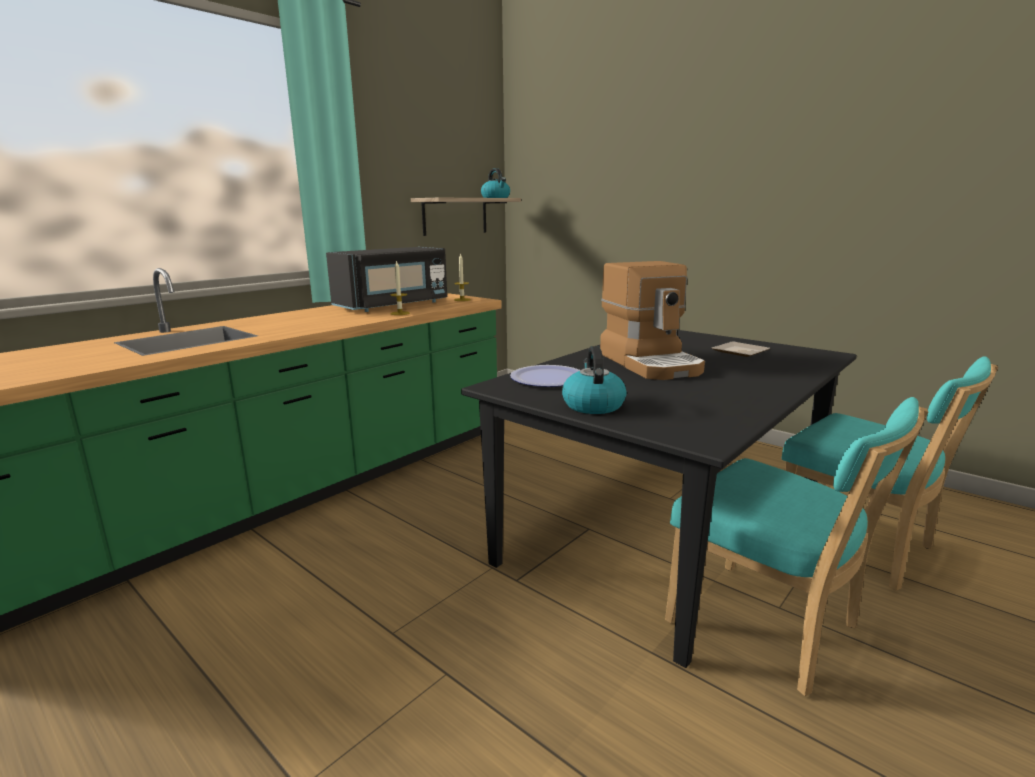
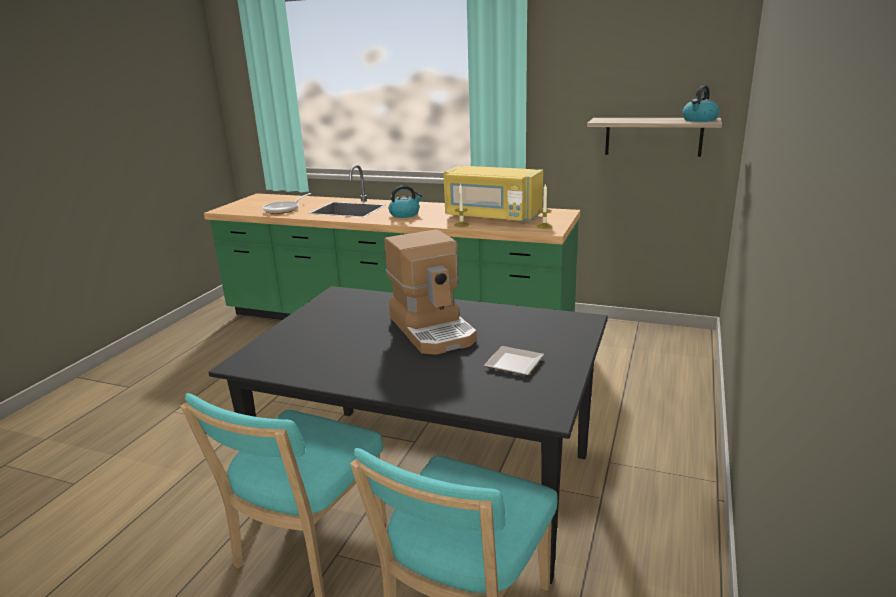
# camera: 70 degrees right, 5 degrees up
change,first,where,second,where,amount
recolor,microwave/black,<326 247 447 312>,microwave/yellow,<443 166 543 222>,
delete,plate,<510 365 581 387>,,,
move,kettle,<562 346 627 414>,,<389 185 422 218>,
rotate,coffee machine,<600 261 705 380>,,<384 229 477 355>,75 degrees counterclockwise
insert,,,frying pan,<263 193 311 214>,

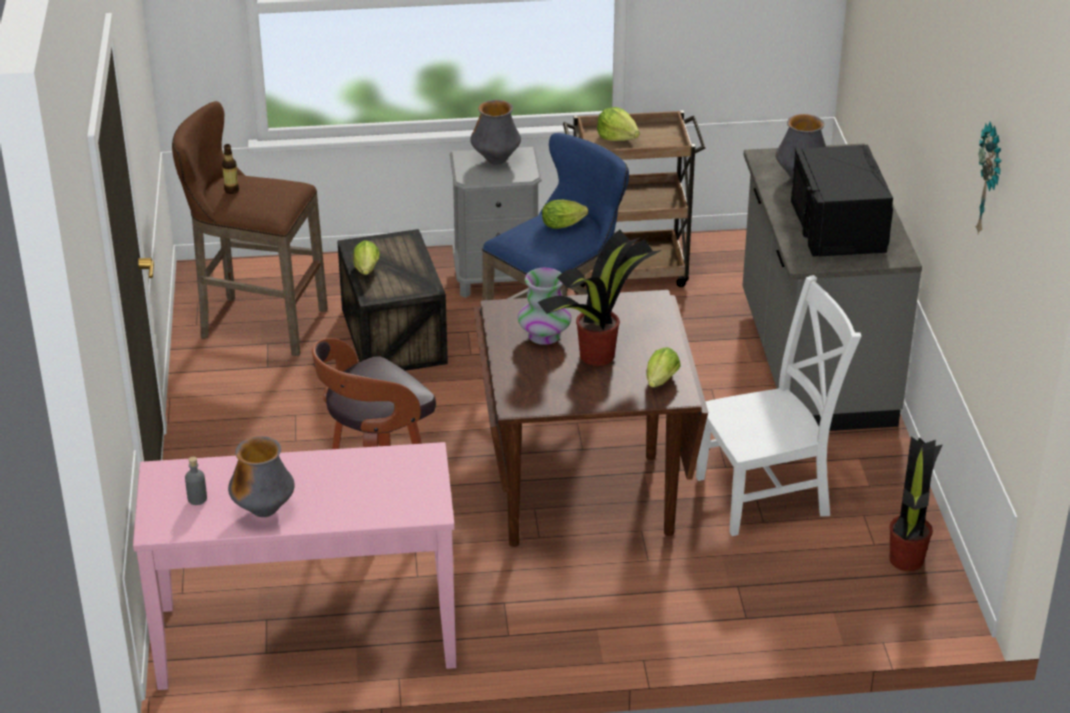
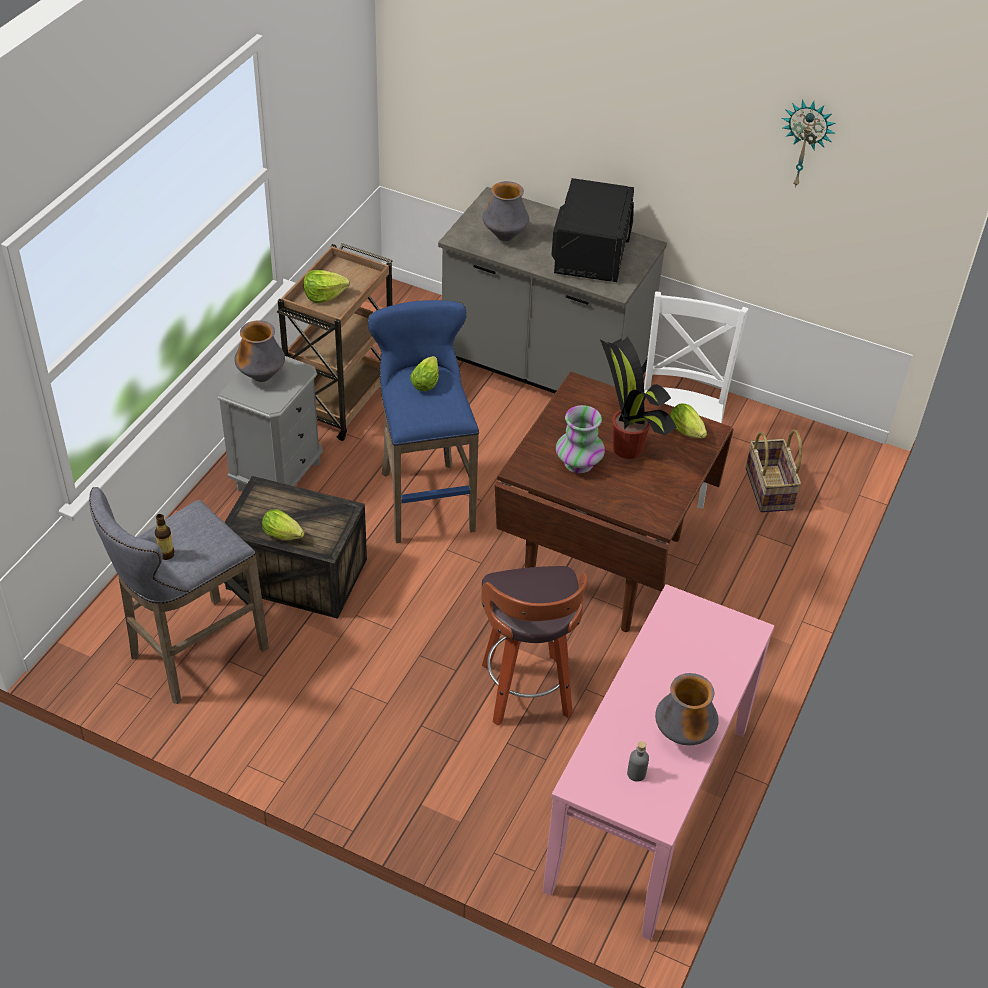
# camera: 60 degrees left, 10 degrees up
change,first,where,second,where,amount
recolor,stool/brown,<172 101 328 356>,stool/grey,<89 487 269 704>,
rotate,microwave/black,<791 145 893 257>,,<551 178 634 282>,105 degrees counterclockwise
delete,potted plant,<889 437 942 571>,,,
insert,,,basket,<746 430 802 512>,

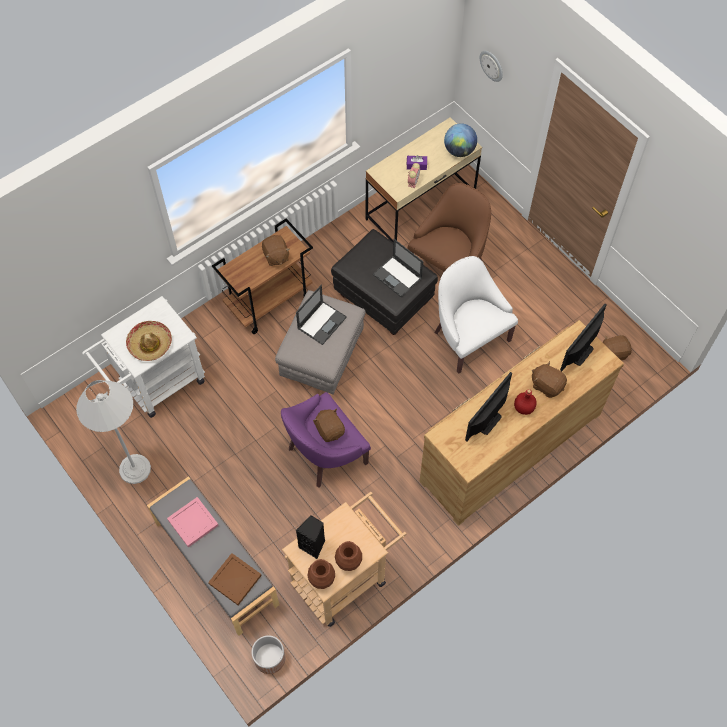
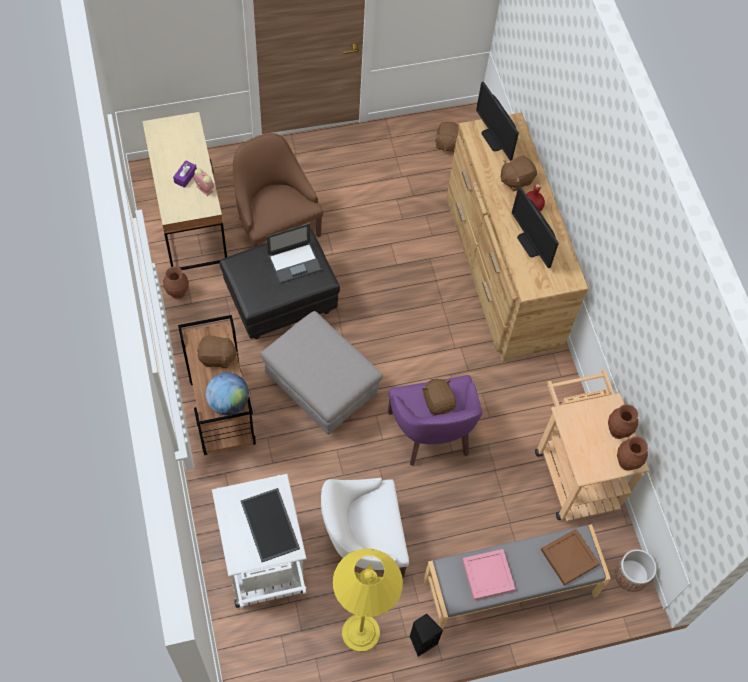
# camera: 70 degrees left, 0 degrees up
change,first,where,second,where,amount
recolor,floor lamp/white,<76 380 151 484>,floor lamp/yellow,<333 548 403 652>,
replace,hat,<126 321 172 361>,tray,<241 488 300 562>,
delete,laptop,<296 285 347 345>,,,
move,speaker/black,<296 515 325 559>,,<409 614 443 657>,
rotate,plush toy/brown,<313 408 345 442>,,<422 379 456 415>,75 degrees clockwise
move,armchair/white,<434 256 518 374>,,<321 478 409 578>,
move,globe,<444 123 477 157>,,<206 373 249 416>,
delete,wall clock,<480 51 503 82>,,,
insert,,,vase/brown,<163 267 189 299>,

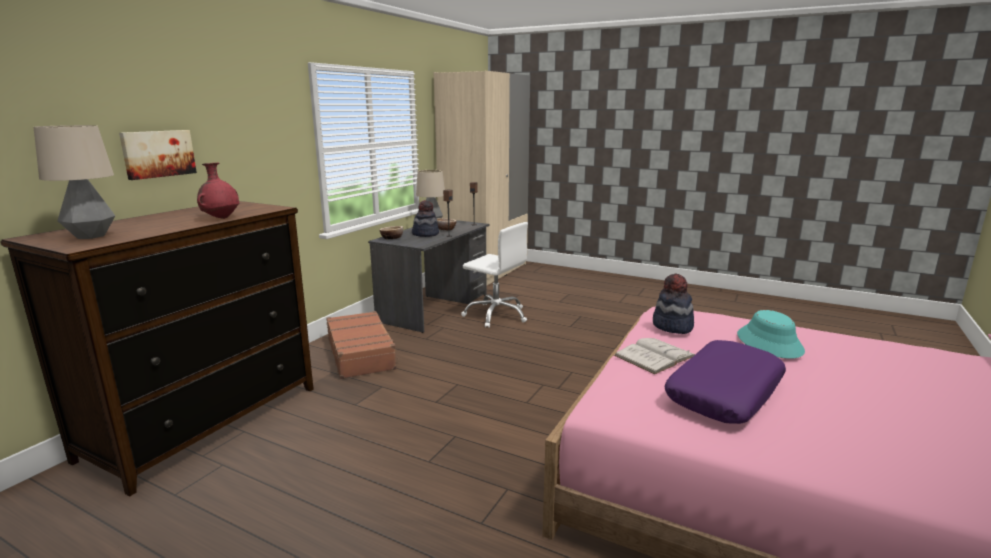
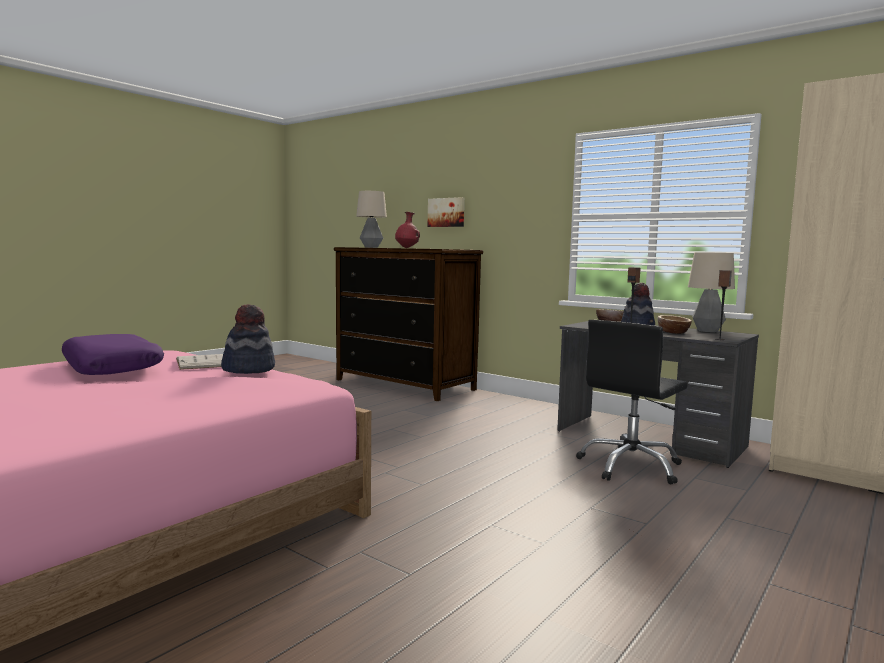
# camera: 100 degrees right, 10 degrees down
change,first,where,second,where,amount
delete,suitcase/brown,<326 311 398 379>,,,
recolor,office chair/white,<461 222 528 328>,office chair/black,<576 320 688 485>,
delete,hat/turquoise,<737 310 805 359>,,,

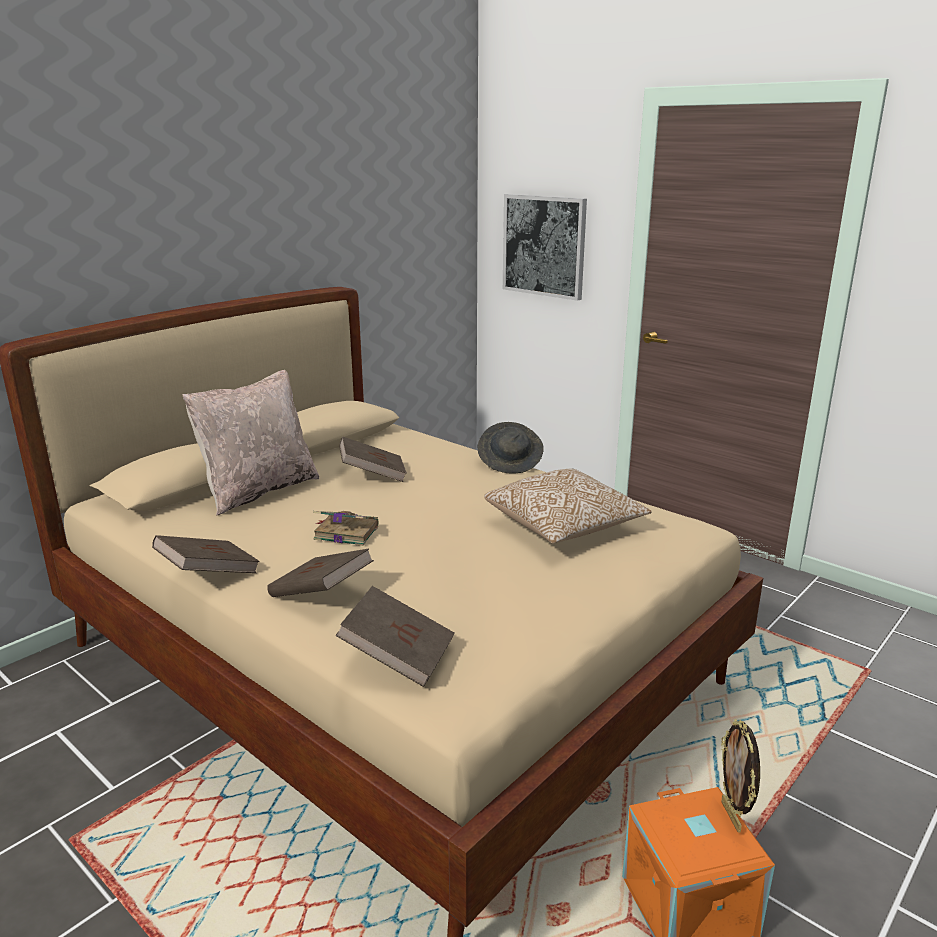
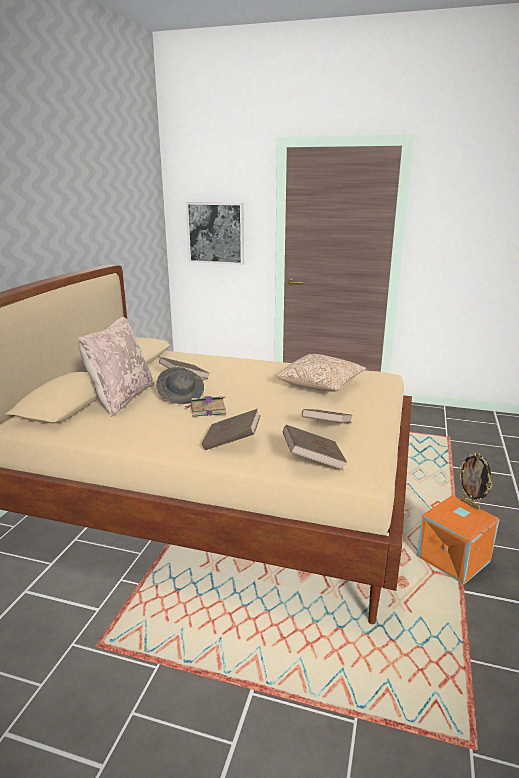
# camera: 25 degrees left, 0 degrees up
change,first,where,second,where,amount
move,book/brown,<152 535 260 573>,,<302 409 352 423>,
move,hat/grey,<478 422 544 473>,,<156 367 204 404>,

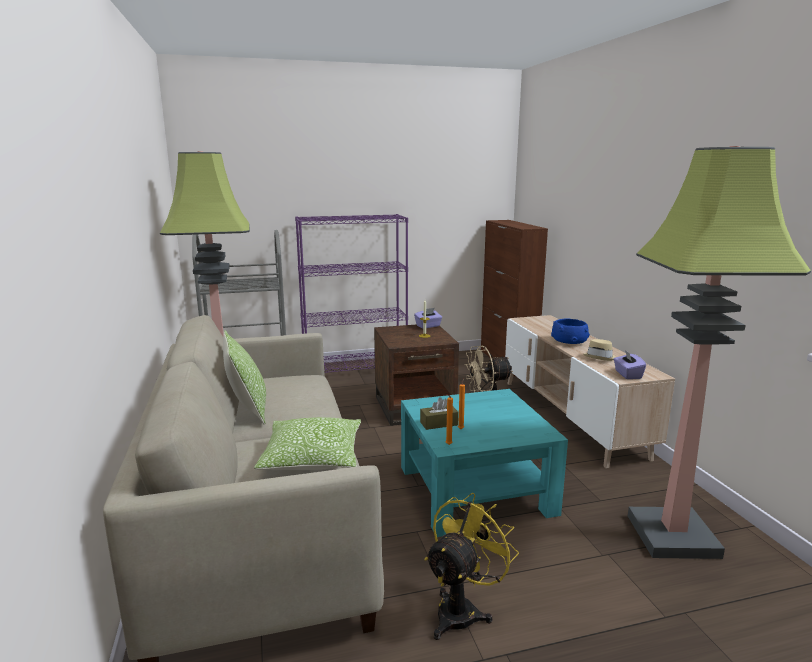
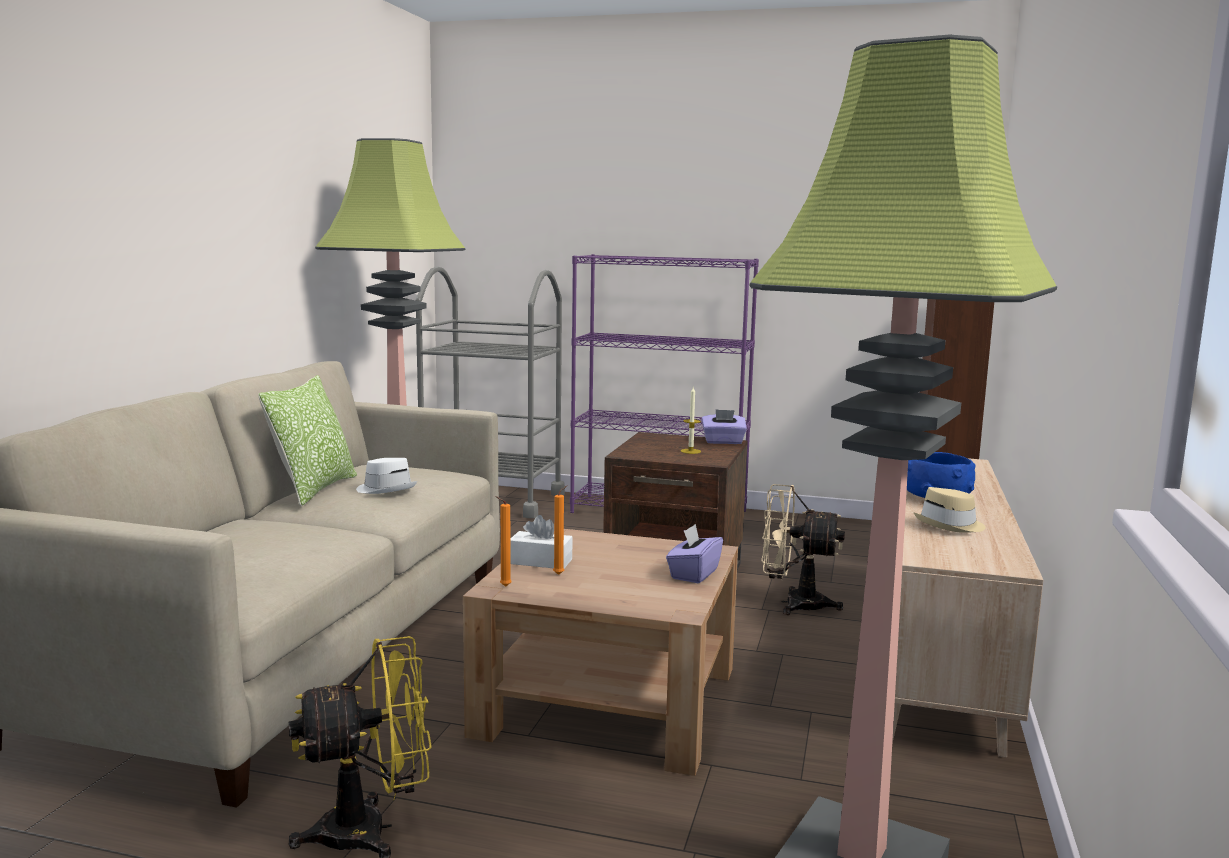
# camera: 30 degrees right, 5 degrees down
change,first,where,second,where,amount
delete,pillow,<254 417 361 470>,,,
recolor,coffee table/turquoise,<401 389 568 537>,coffee table/brown,<463 529 738 776>,
recolor,tissue box/brown,<420 397 458 430>,tissue box/white,<510 515 572 568>,
move,tissue box/purple,<614 350 646 379>,,<666 524 723 583>,
insert,,,hat/white,<356 458 417 494>,

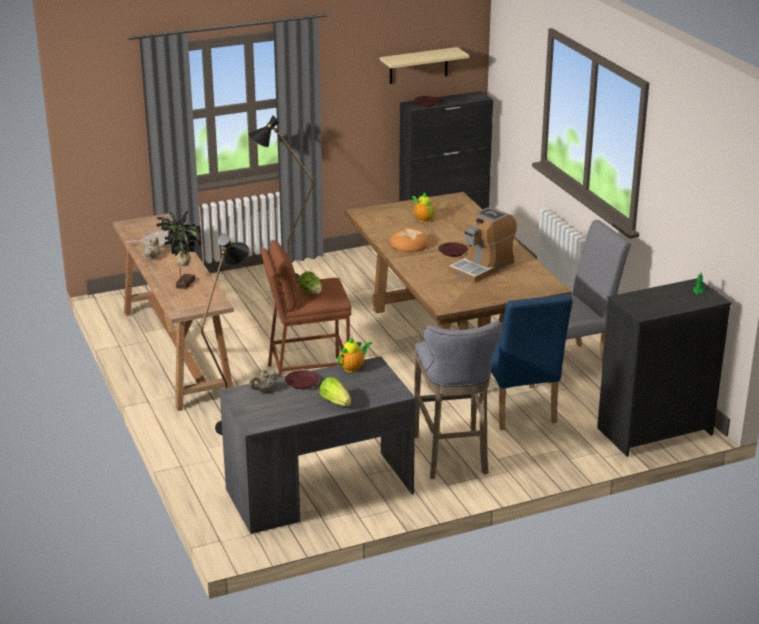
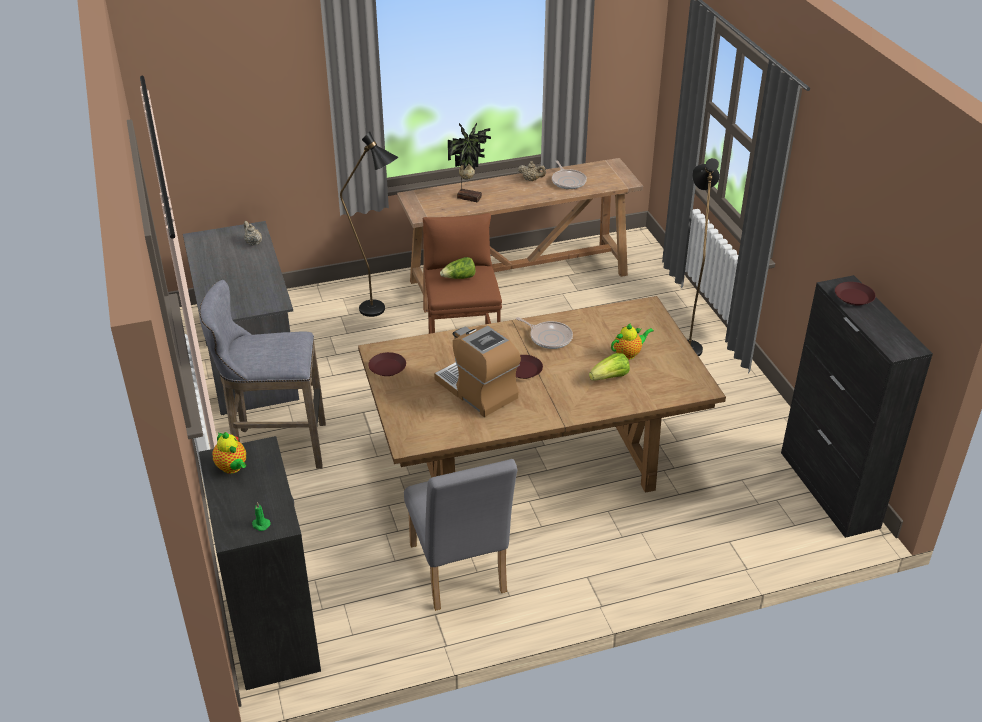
# camera: 95 degrees right, 10 degrees up
change,first,where,second,where,amount
move,plate/brown,<285 370 319 389>,,<368 352 406 376>,
move,lettuce,<320 377 351 406>,,<589 353 630 381>,
move,teapot,<338 337 372 372>,,<212 432 246 474>,
delete,shelf/beige,<380 47 470 84>,,,
replace,bread,<390 228 429 252>,frying pan,<516 317 573 349>,
delete,chair/blue,<479 294 573 430>,,,

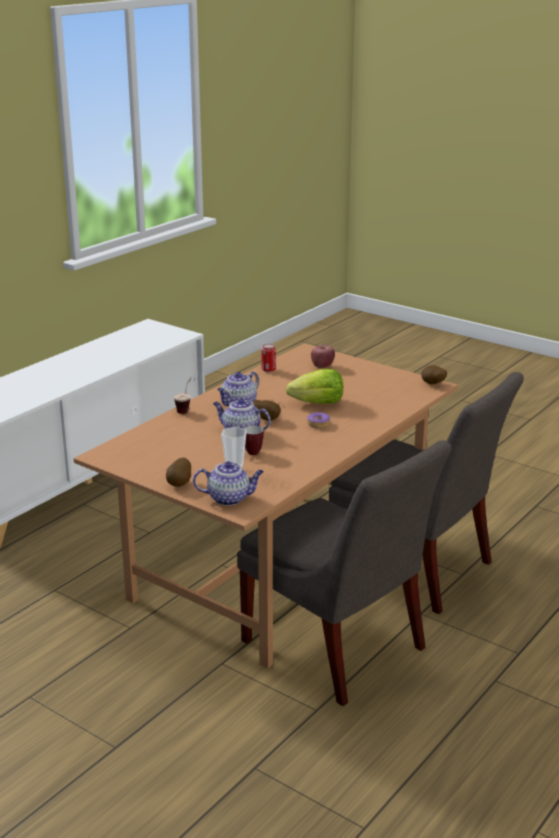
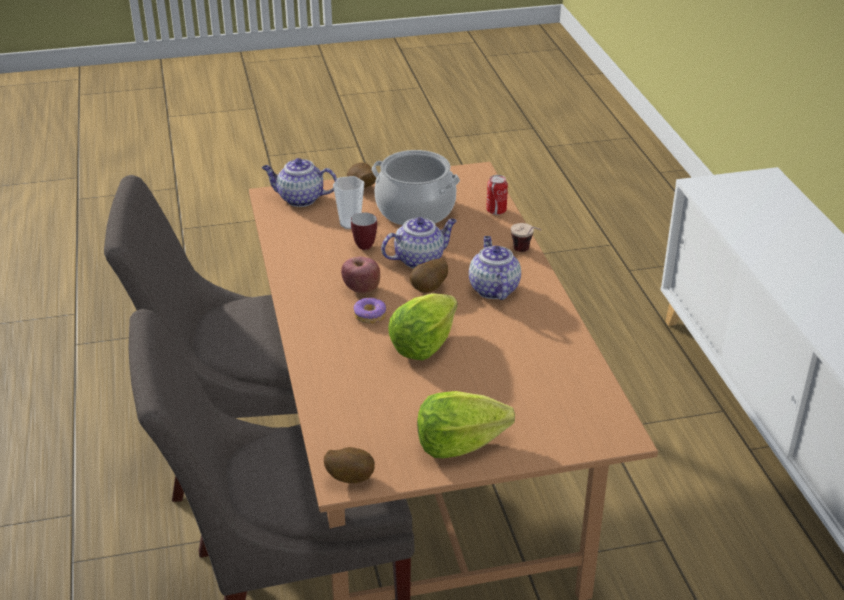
# camera: 130 degrees right, 10 degrees up
change,first,where,second,where,amount
rotate,teapot,<193 461 264 506>,,<262 158 337 207>,60 degrees clockwise
move,can,<261 344 276 372>,,<486 175 508 215>,
move,apple,<311 345 335 368>,,<341 257 380 293>,
insert,,,cooking pot,<372 150 460 225>,
insert,,,lettuce,<417 391 515 458>,

